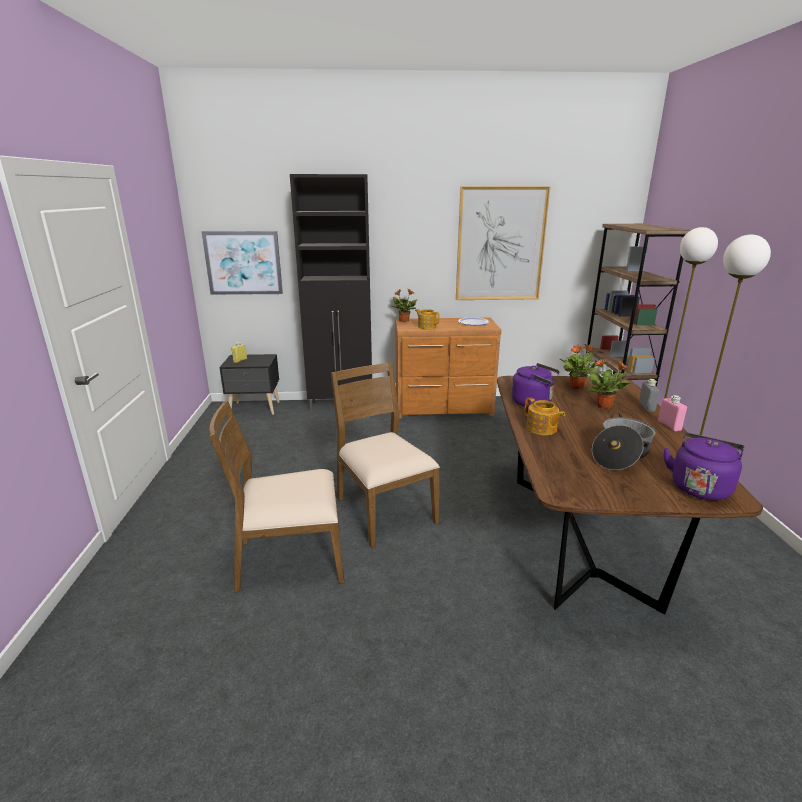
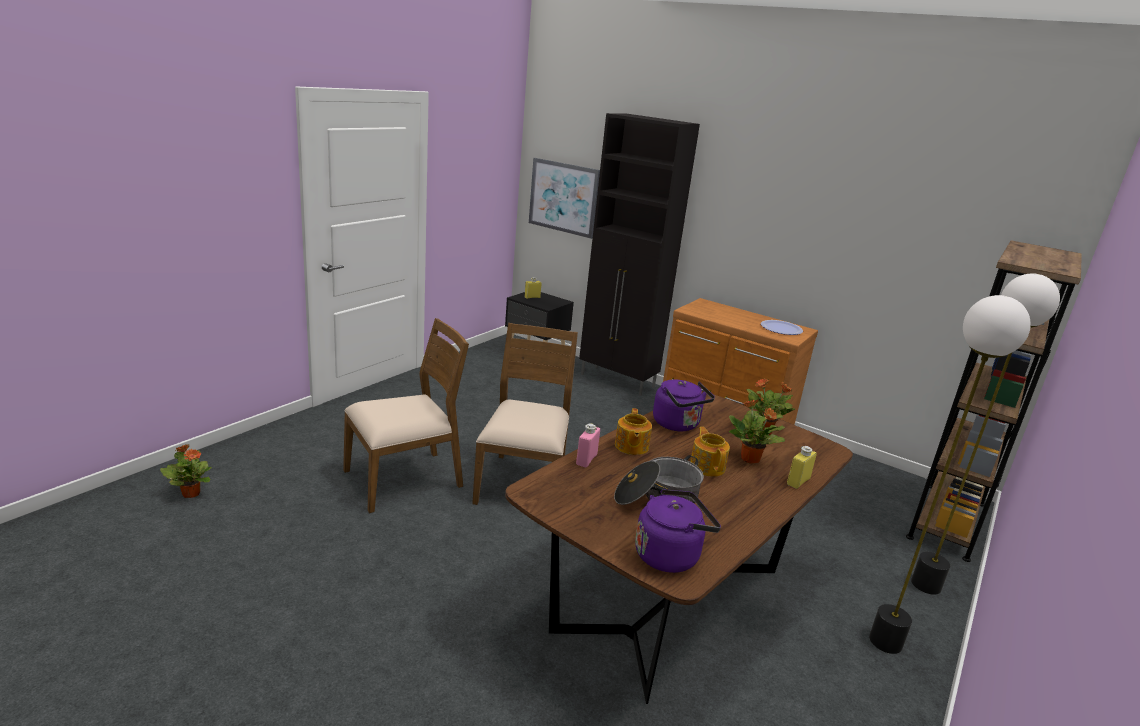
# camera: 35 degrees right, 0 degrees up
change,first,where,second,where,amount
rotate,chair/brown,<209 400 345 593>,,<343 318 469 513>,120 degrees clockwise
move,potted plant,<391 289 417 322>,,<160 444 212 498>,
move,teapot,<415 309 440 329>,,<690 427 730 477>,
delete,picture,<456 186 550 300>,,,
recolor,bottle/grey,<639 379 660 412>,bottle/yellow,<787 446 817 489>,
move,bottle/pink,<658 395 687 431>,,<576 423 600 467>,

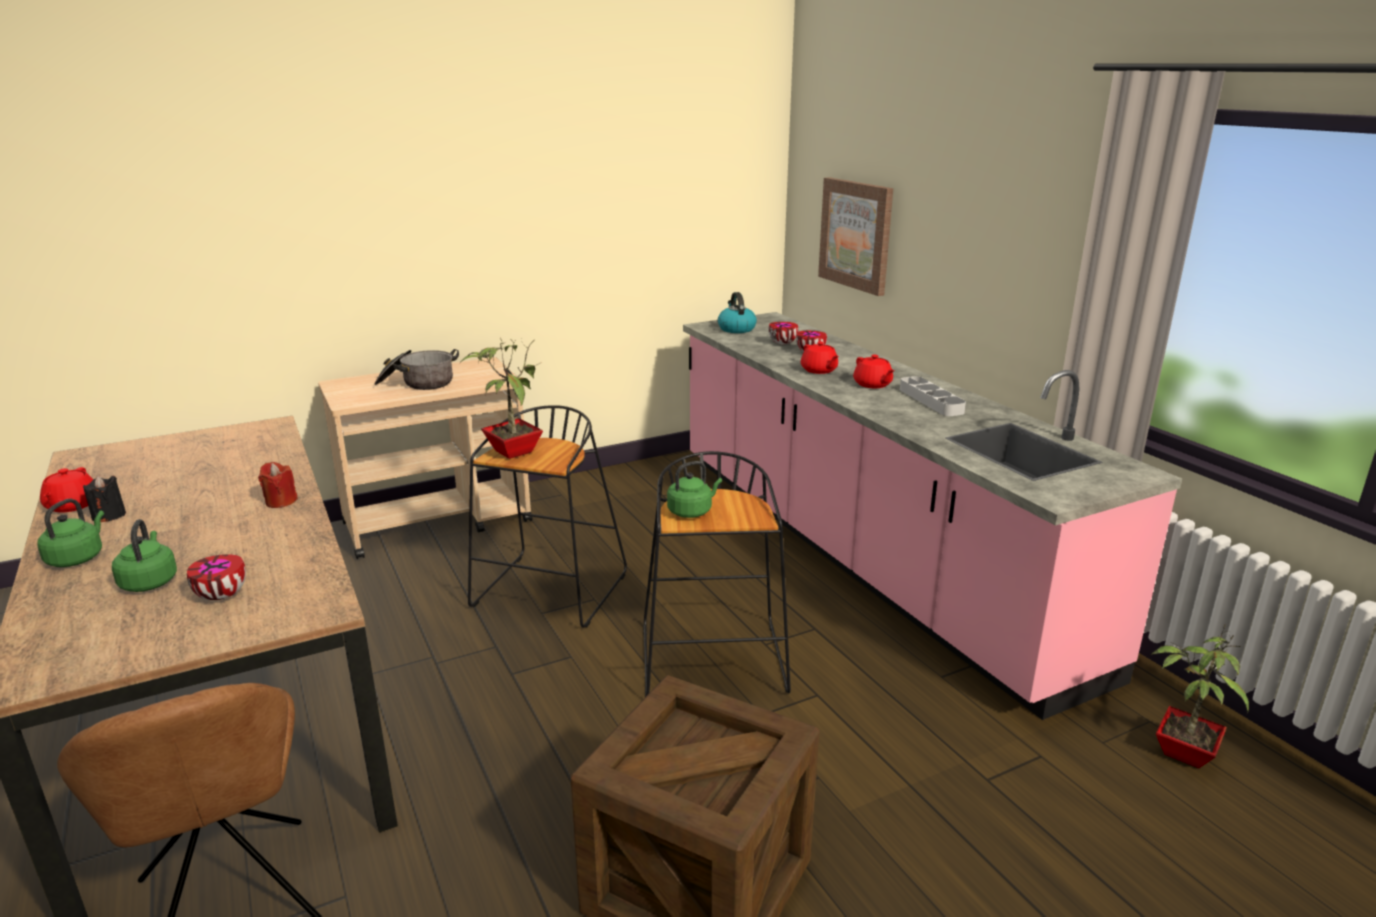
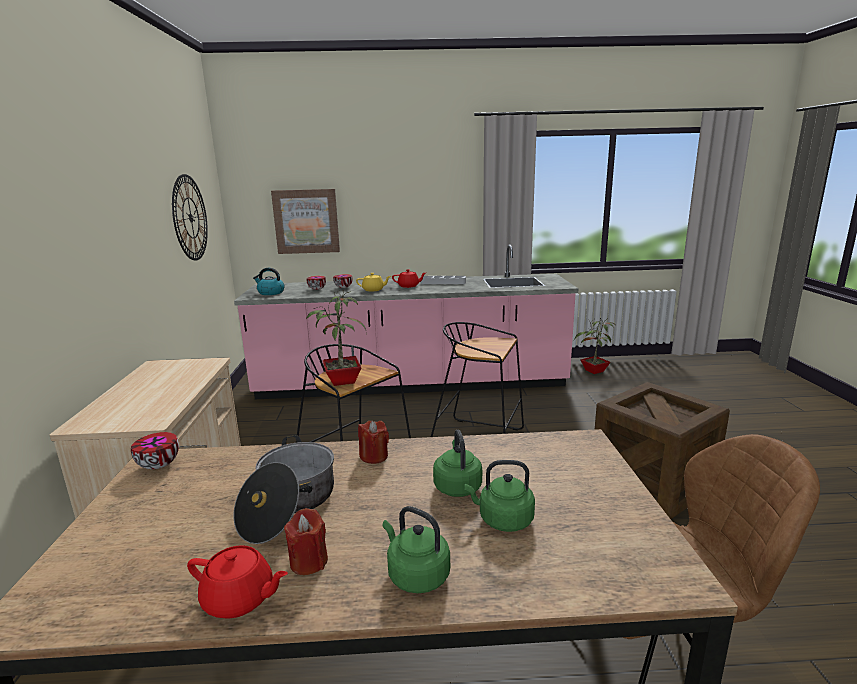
# camera: 65 degrees left, 5 degrees down
change,first,where,second,where,amount
recolor,candle/black,<83 475 126 522>,candle/red,<284 508 328 575>,
move,bowl,<187 554 246 600>,,<131 432 179 469>,
move,cooking pot,<375 349 459 390>,,<233 435 334 544>,
move,kettle/green,<667 461 722 518>,,<433 430 482 497>,
recolor,teapot/red,<801 341 839 374>,teapot/yellow,<356 273 391 291>,
insert,,,wall clock,<172 174 208 260>,

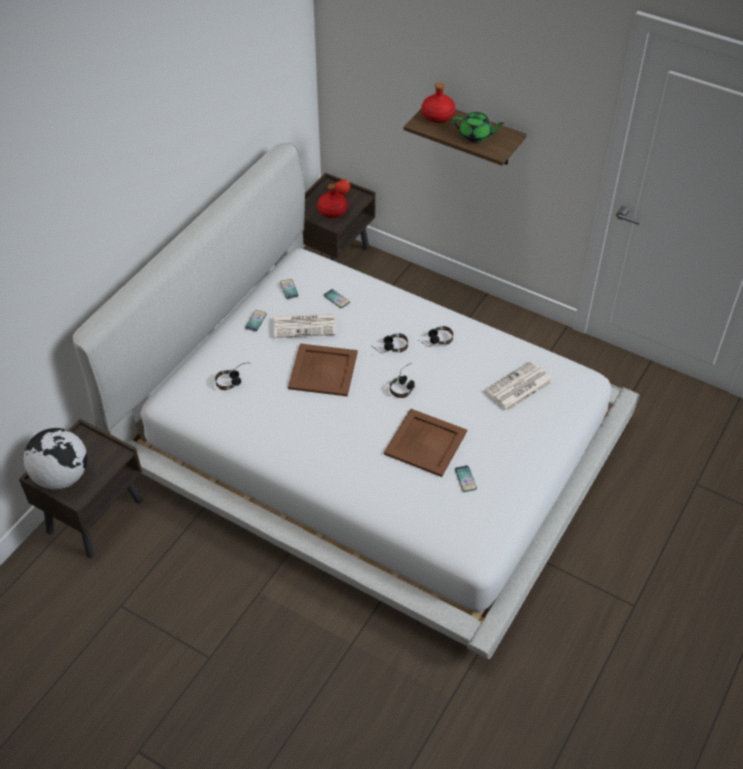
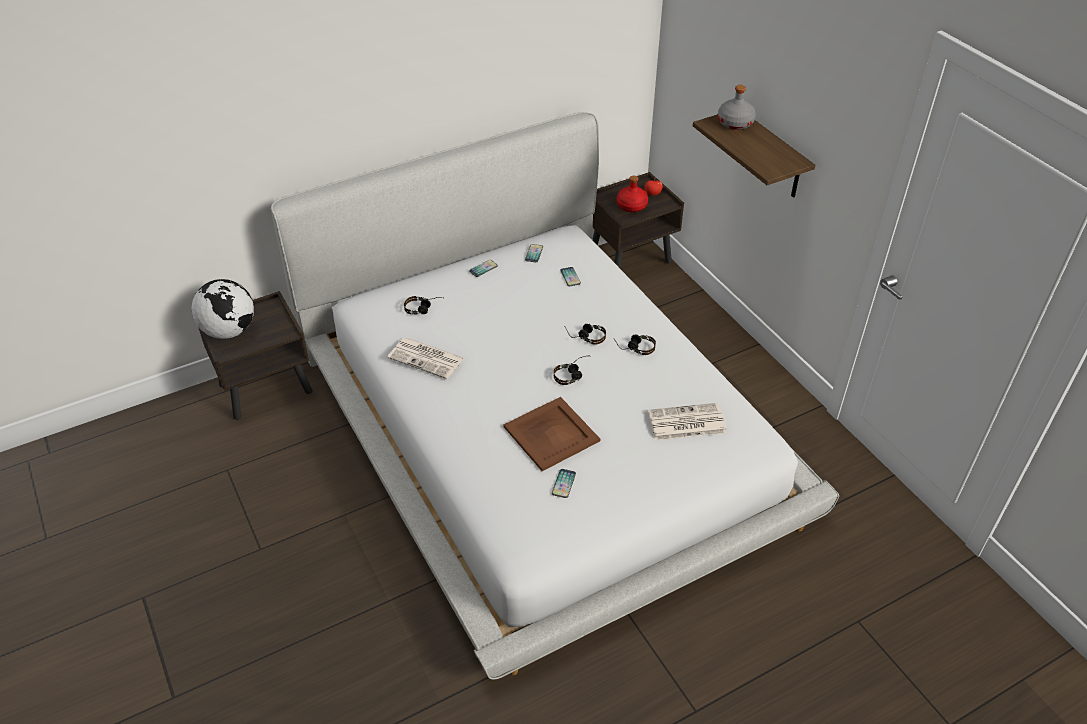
# camera: 30 degrees right, 5 degrees down
change,first,where,second,where,amount
move,newspaper,<274 314 335 338>,,<388 338 464 379>,
delete,tray/brown,<288 343 358 397>,,,
recolor,bottle/red,<422 82 456 123>,bottle/grey,<718 85 756 130>,
delete,teapot/green,<452 112 504 142>,,,

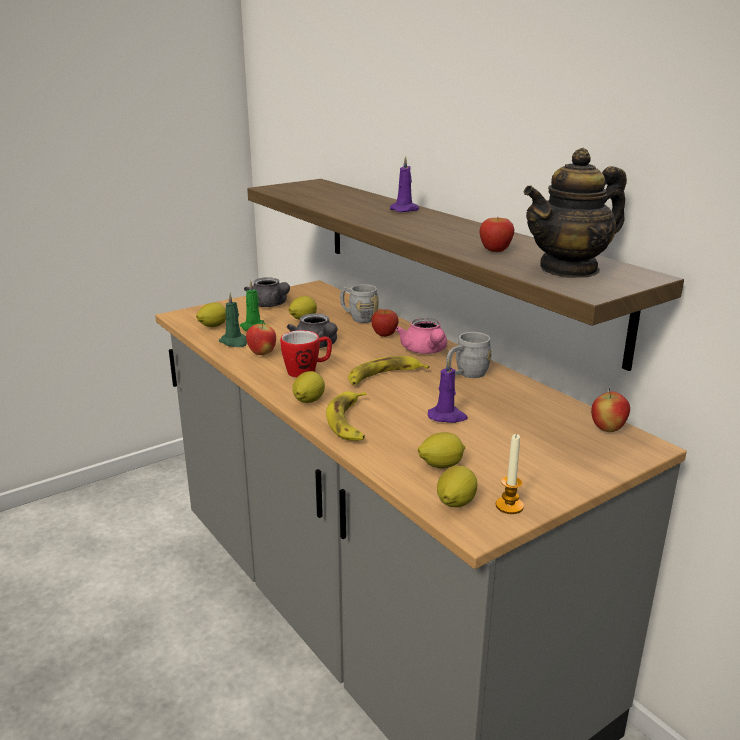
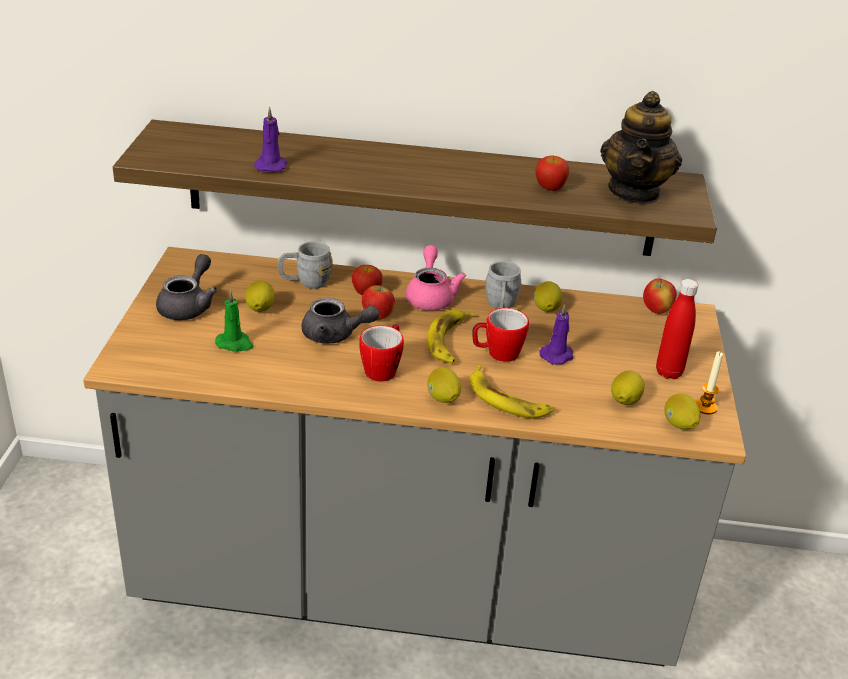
# camera: 50 degrees left, 10 degrees up
change,first,where,second,where,amount
move,lemon,<196 303 226 327>,,<534 281 562 312>,
delete,candle/green,<219 293 247 347>,,,
rotate,teapot/grey,<244 277 290 307>,,<156 254 218 320>,75 degrees counterclockwise
move,apple,<246 320 276 355>,,<362 282 395 320>,
move,candle/purple,<390 156 419 212>,,<254 107 287 172>,
rotate,teapot/pink,<396 318 447 354>,,<405 245 466 310>,120 degrees counterclockwise
insert,,,mug,<472 308 529 362>,
insert,,,bottle/red,<656 279 698 379>,

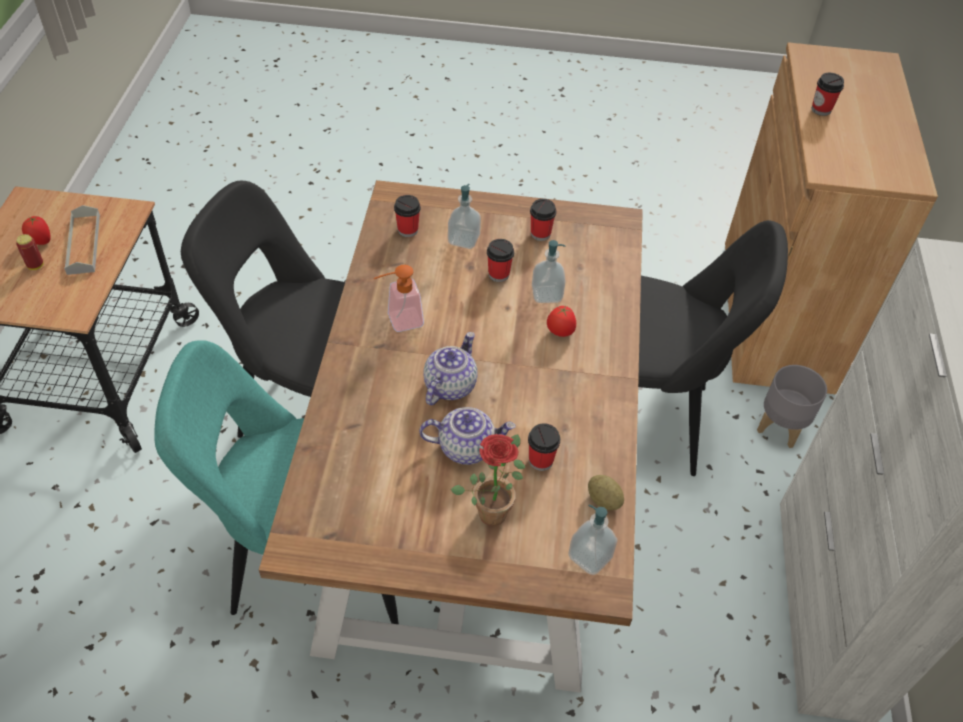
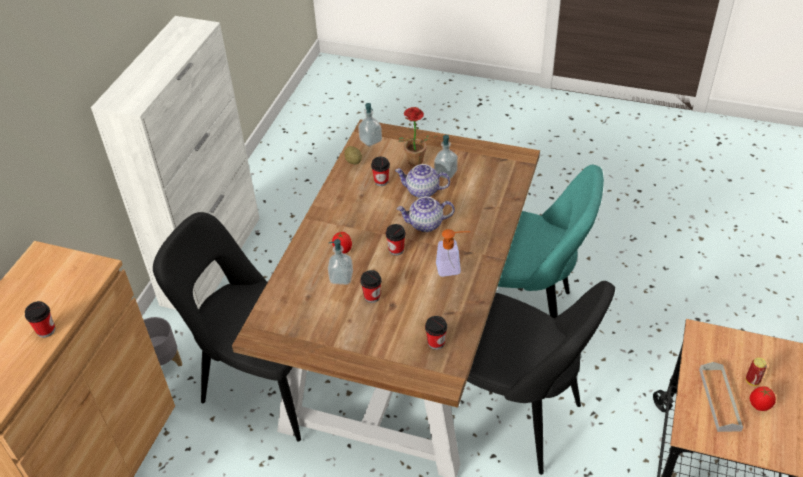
# camera: 165 degrees left, 5 degrees down
change,first,where,second,where,amount
rotate,teapot,<423 332 478 405>,,<397 197 455 232>,45 degrees clockwise
move,soap dispenser,<448 184 481 249>,,<434 135 458 179>,
move,cup,<530 199 556 241>,,<386 224 406 256>,

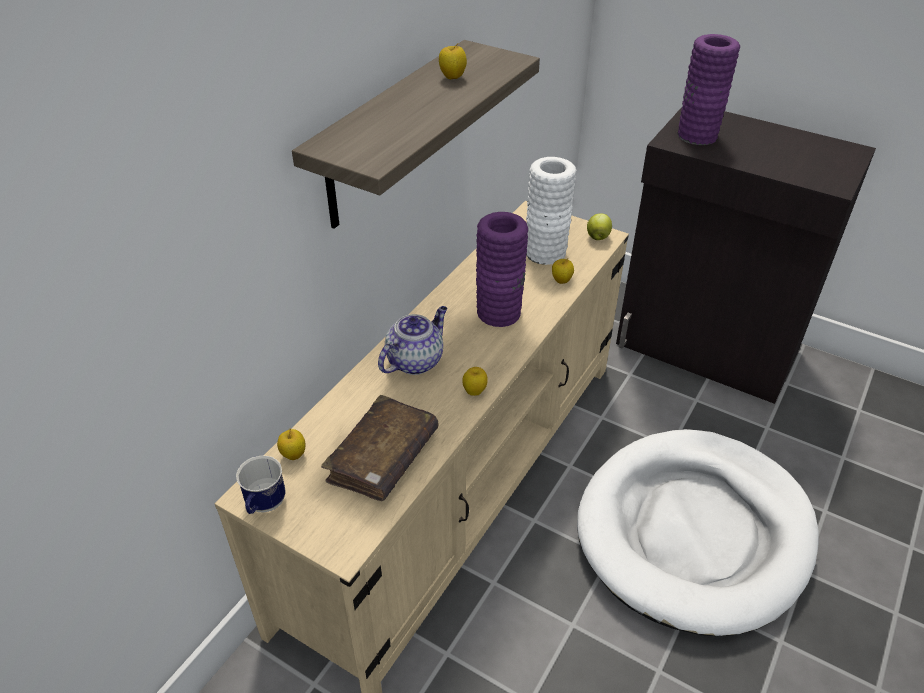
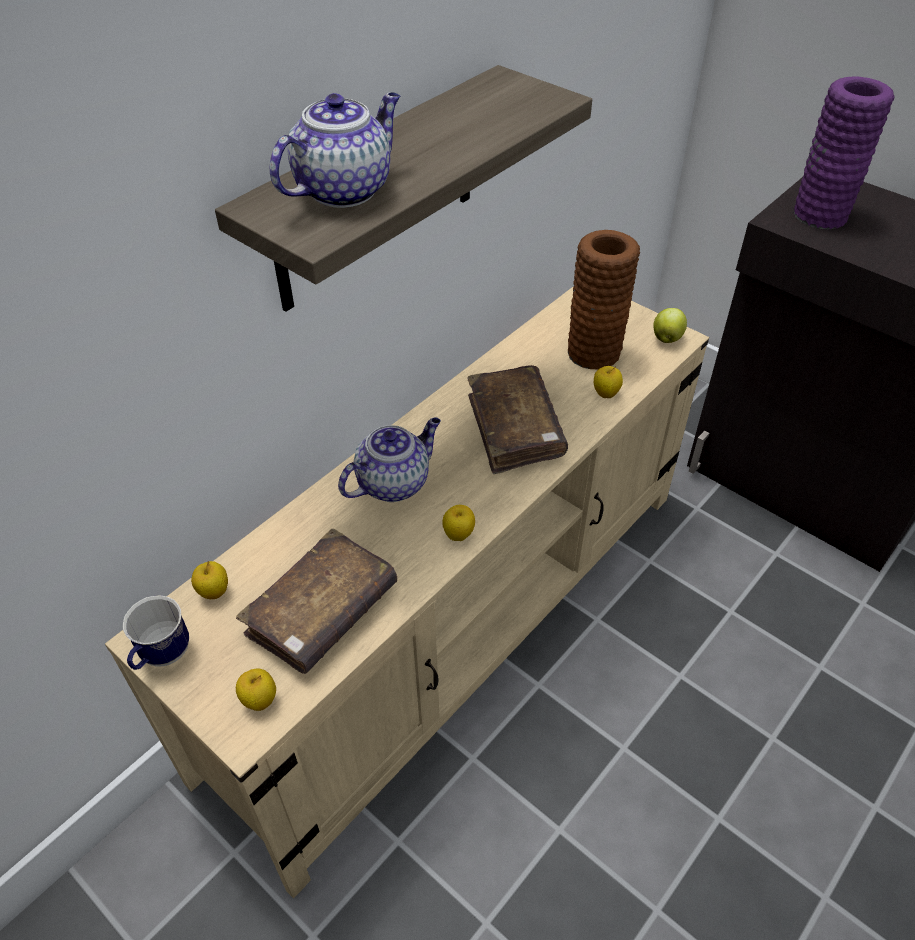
# camera: 10 degrees right, 5 degrees up
change,first,where,second,where,amount
move,apple,<439 44 467 79>,,<236 669 276 711>,
replace,vase/purple,<476 212 528 327>,book/brown,<467 365 568 474>,
recolor,vase/white,<526 157 577 265>,vase/brown,<568 230 640 370>,
delete,dog bed/white,<577 429 818 636>,,,
insert,,,teapot,<270 93 400 208>,

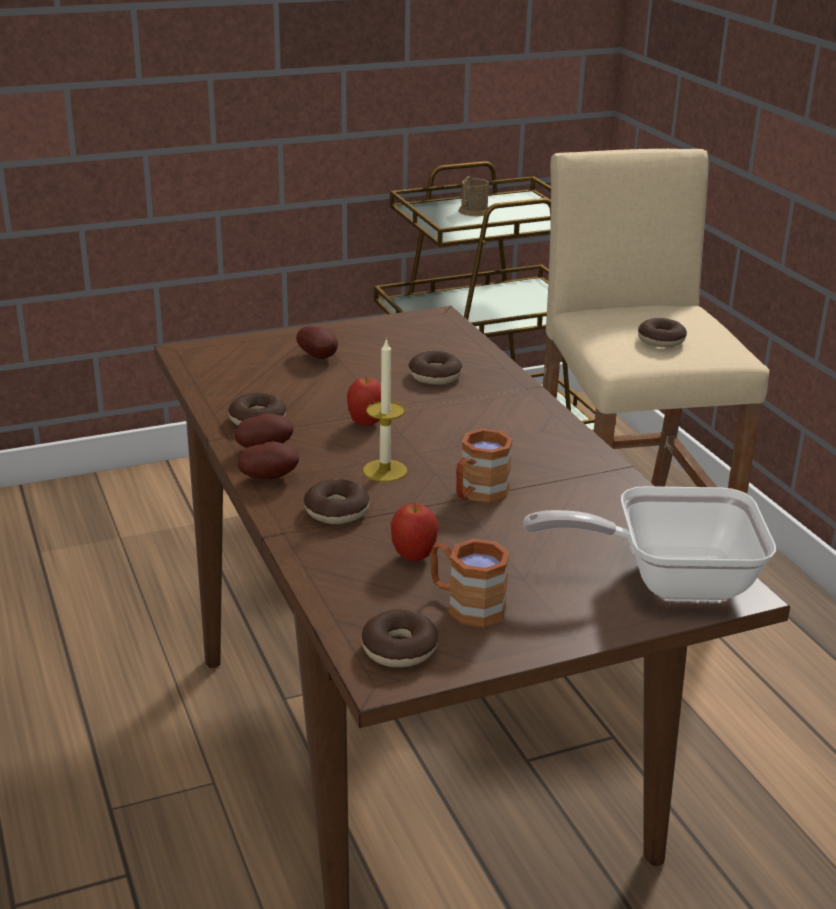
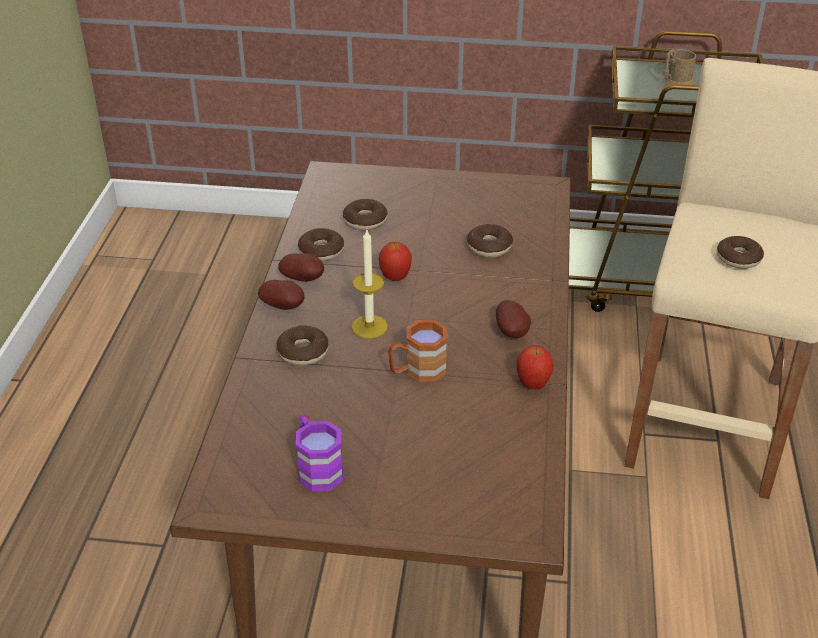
# camera: 30 degrees right, 10 degrees up
change,first,where,second,where,amount
move,potato,<296 326 338 359>,,<496 300 531 338>,
move,donut,<361 609 438 667>,,<343 199 388 230>,
move,apple,<390 503 439 561>,,<516 345 554 389>,
recolor,mug/brown,<431 539 510 627>,mug/purple,<296 414 343 492>,
delete,frying pan,<523 486 776 600>,,,

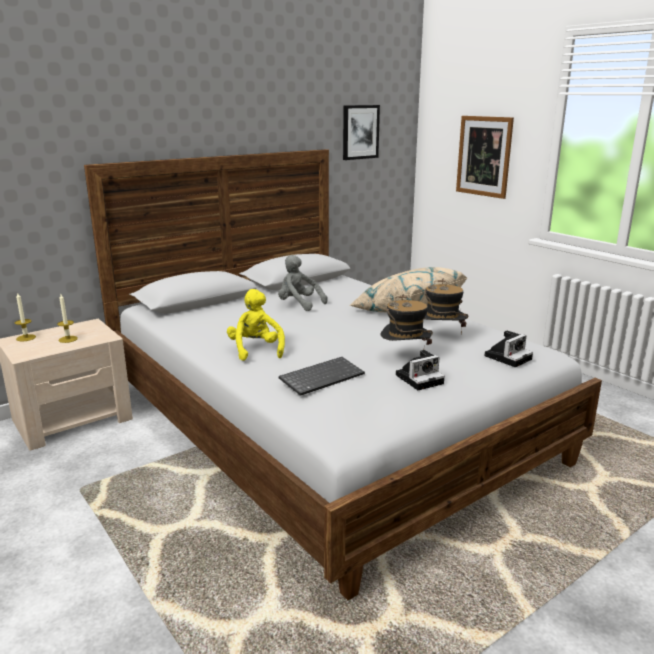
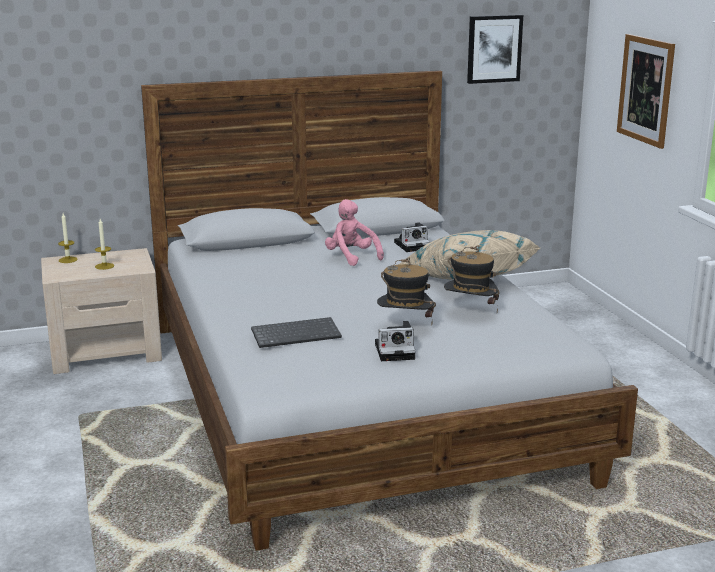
# camera: 20 degrees right, 0 degrees up
change,first,where,second,where,amount
delete,plush toy/yellow,<227 289 285 361>,,,
recolor,plush toy/grey,<278 255 328 311>,plush toy/pink,<325 199 384 266>,
move,photo camera,<484 330 533 367>,,<394 222 430 252>,

